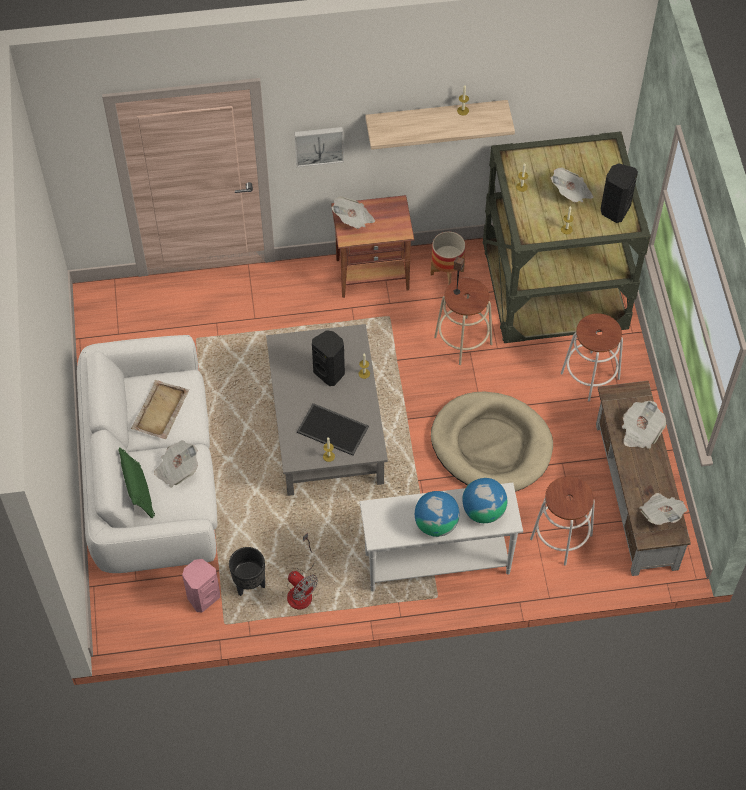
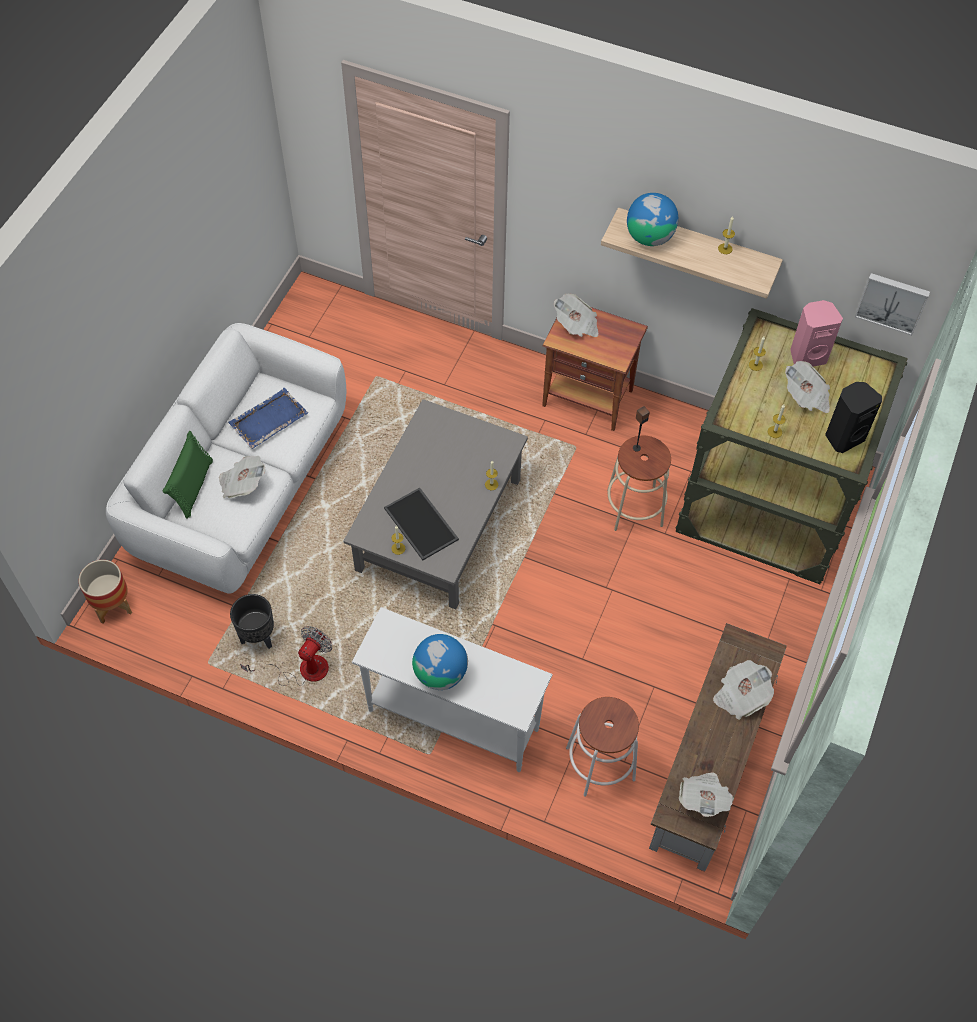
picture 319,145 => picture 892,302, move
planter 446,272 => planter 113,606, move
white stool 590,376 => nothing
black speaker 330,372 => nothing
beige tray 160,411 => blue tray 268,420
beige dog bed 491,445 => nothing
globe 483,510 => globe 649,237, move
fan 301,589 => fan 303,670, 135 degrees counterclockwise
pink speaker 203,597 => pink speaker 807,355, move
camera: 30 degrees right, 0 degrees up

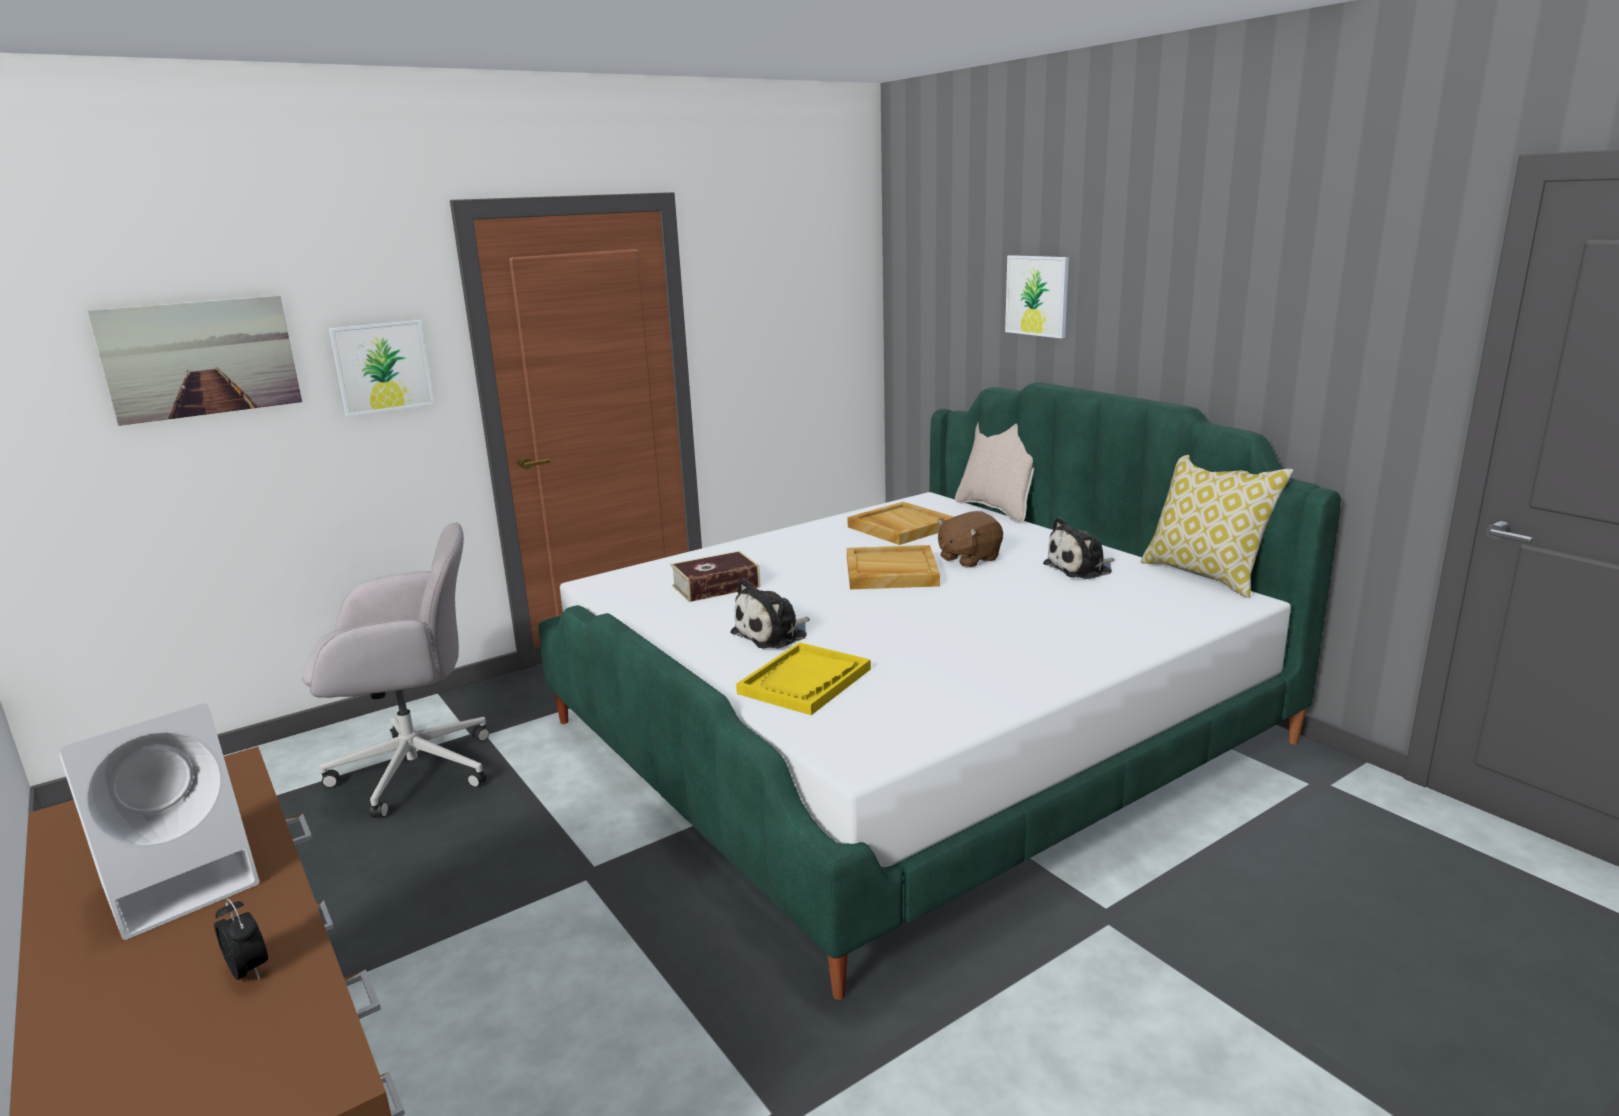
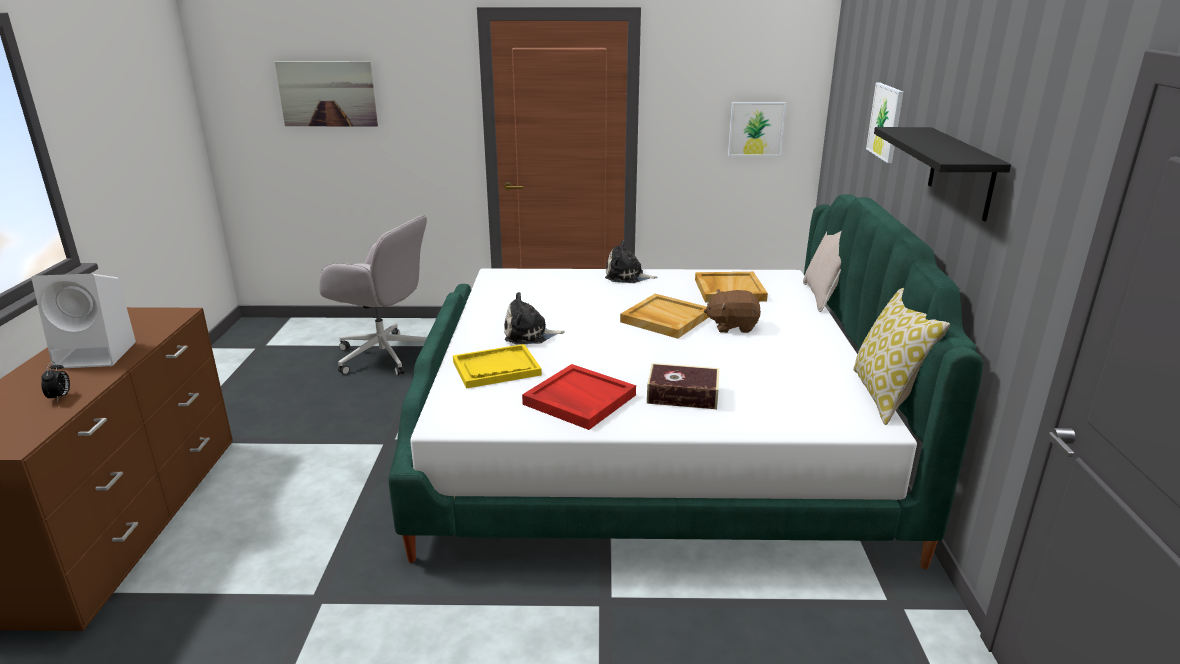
picture 382,367 => picture 756,129, move
plush toy 1081,568 => plush toy 627,277, move
book 716,586 => book 683,395, move
nothing => black shelf 961,173
nothing => red tray 578,400
camera: 35 degrees right, 5 degrees up

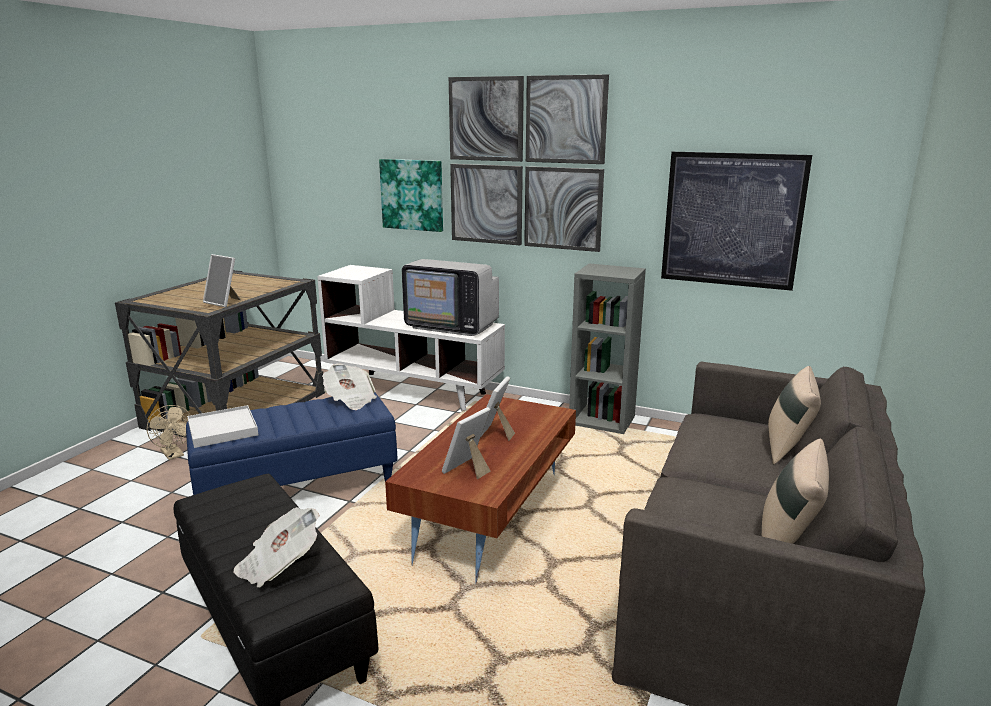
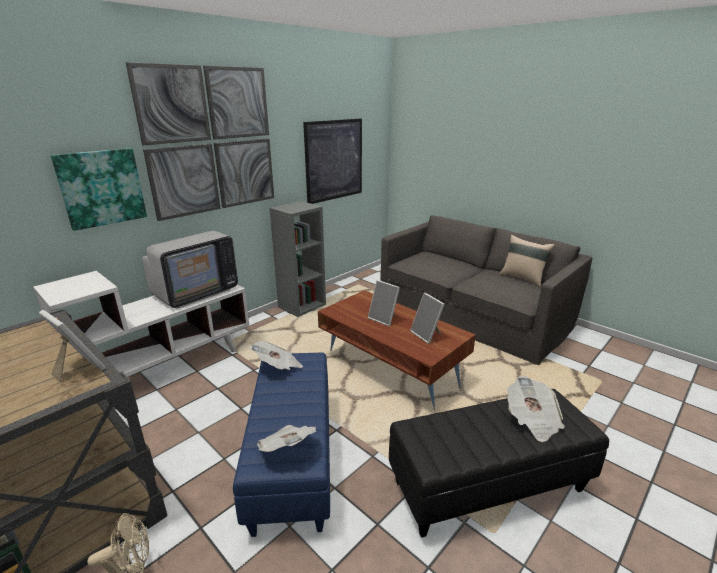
picture frame 224,302 => picture frame 77,368, 105 degrees counterclockwise
beige pillow 787,448 => nothing
white tray 223,429 => newspaper 287,448
camera: 70 degrees left, 5 degrees up

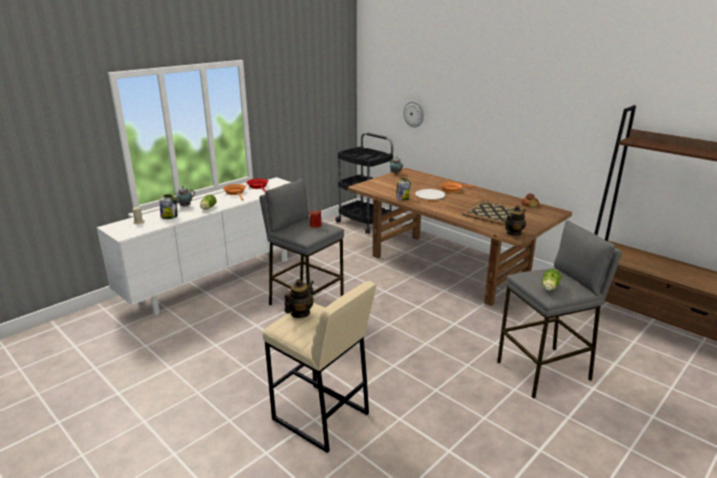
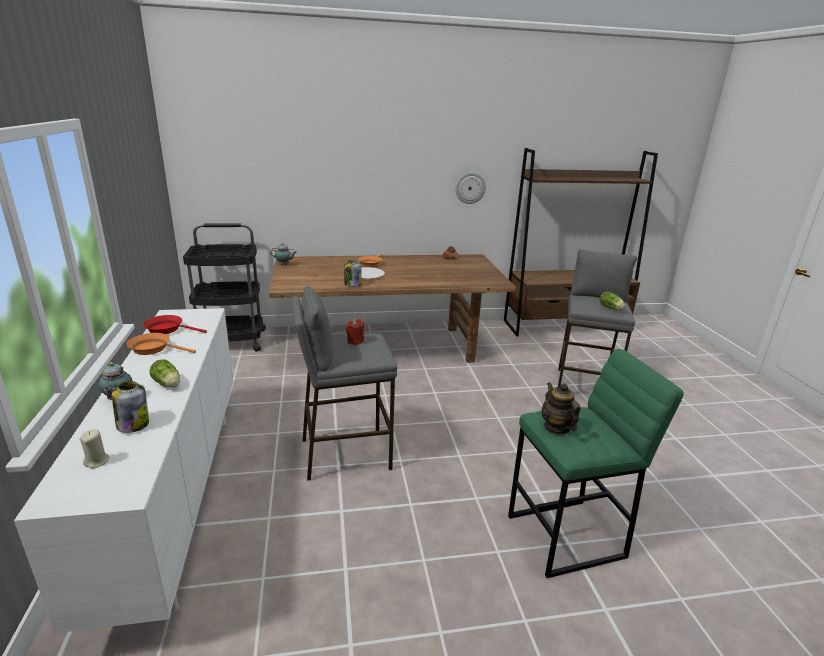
wall clock 414,113 => wall clock 470,188, move
tray 493,213 => nothing
teapot 513,233 => nothing
beige stool 322,417 => green stool 568,535
camera: 55 degrees left, 0 degrees up

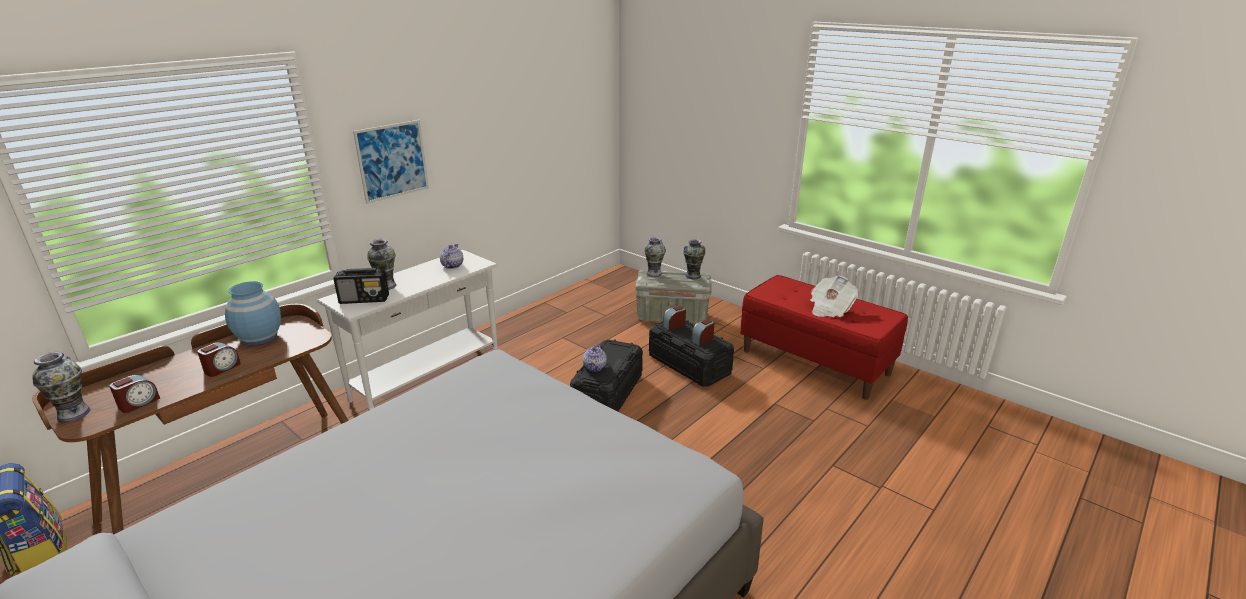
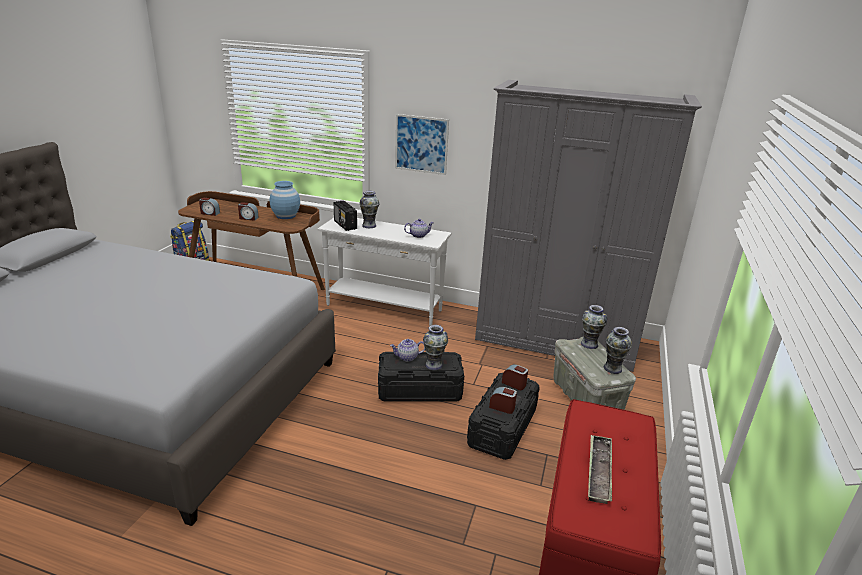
newspaper 830,308 => tray 599,471
vase 73,414 => vase 433,365, move
nothing => grey wardrobe 556,340
camera: 65 degrees right, 0 degrees up

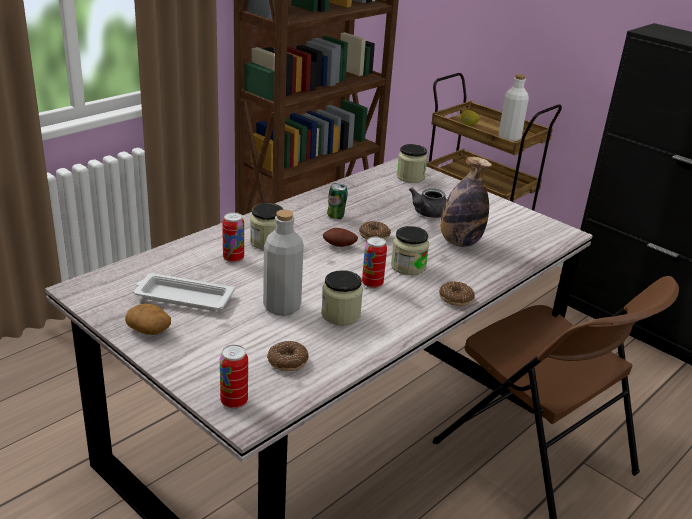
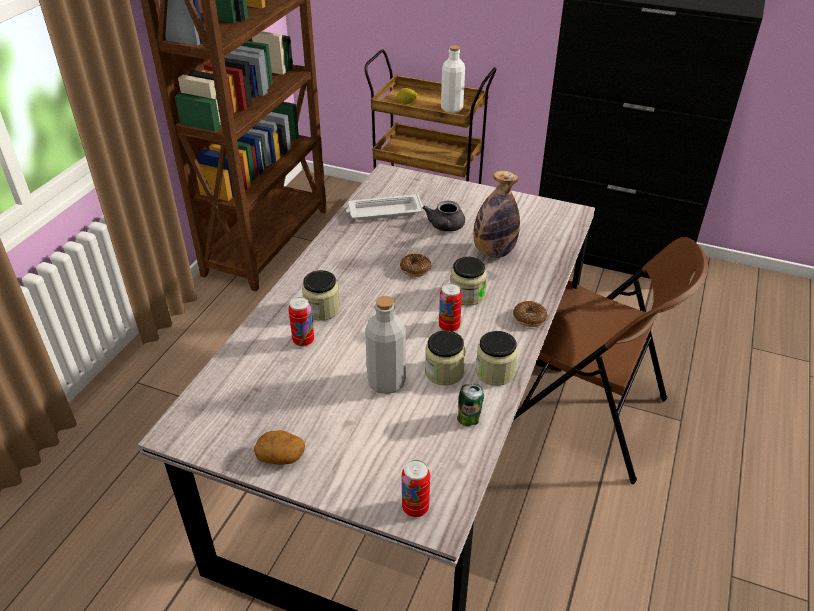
jar 410,177 => jar 495,372, move
can 336,216 => can 469,420, move
potato 339,246 => nothing
white tray 183,297 => white tray 384,212, move
donut 287,361 => nothing
camera: 20 degrees left, 10 degrees up

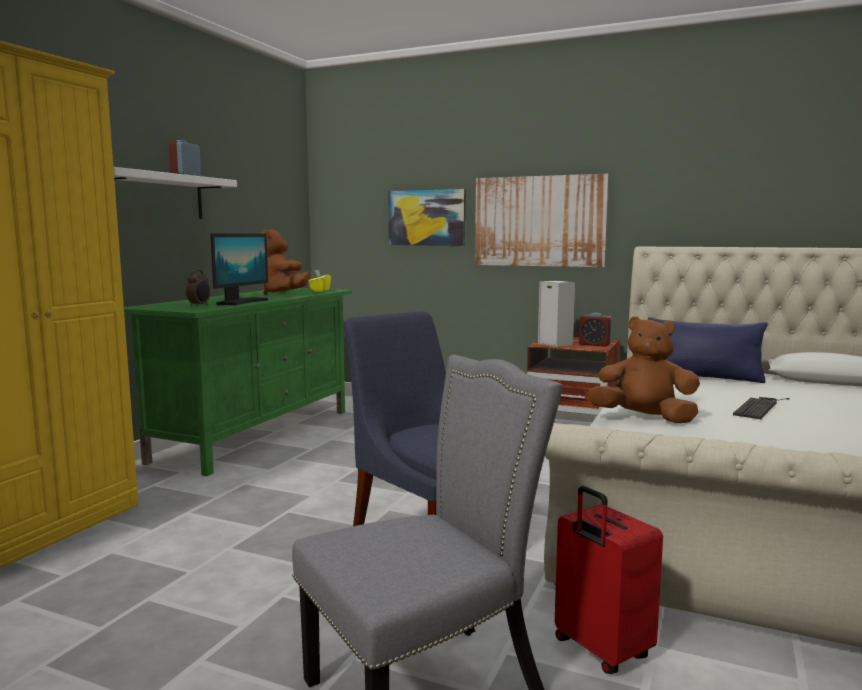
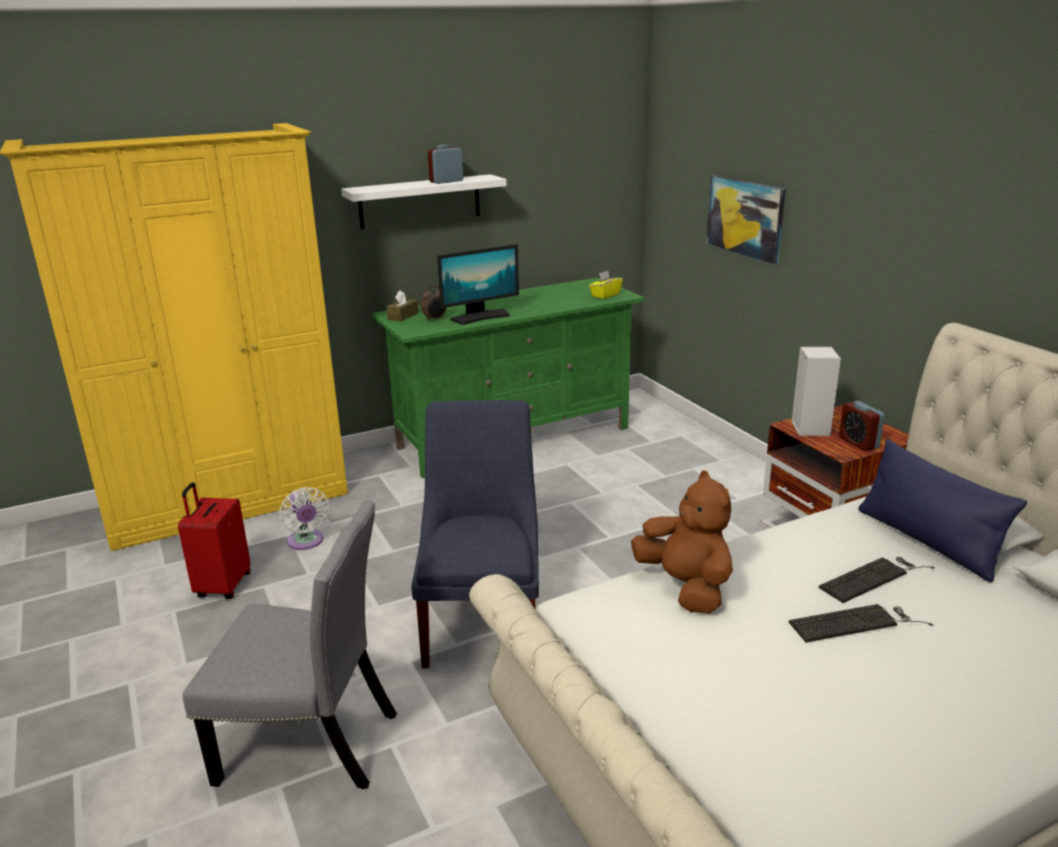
picture 539,221 => nothing
brown plush toy 283,293 => nothing
red suitcase 600,650 => red suitcase 222,586, move
nothing => brown tissue box 403,316
nothing => white fan 306,542
nothing => keyboard 873,578
camera: 40 degrees right, 15 degrees up

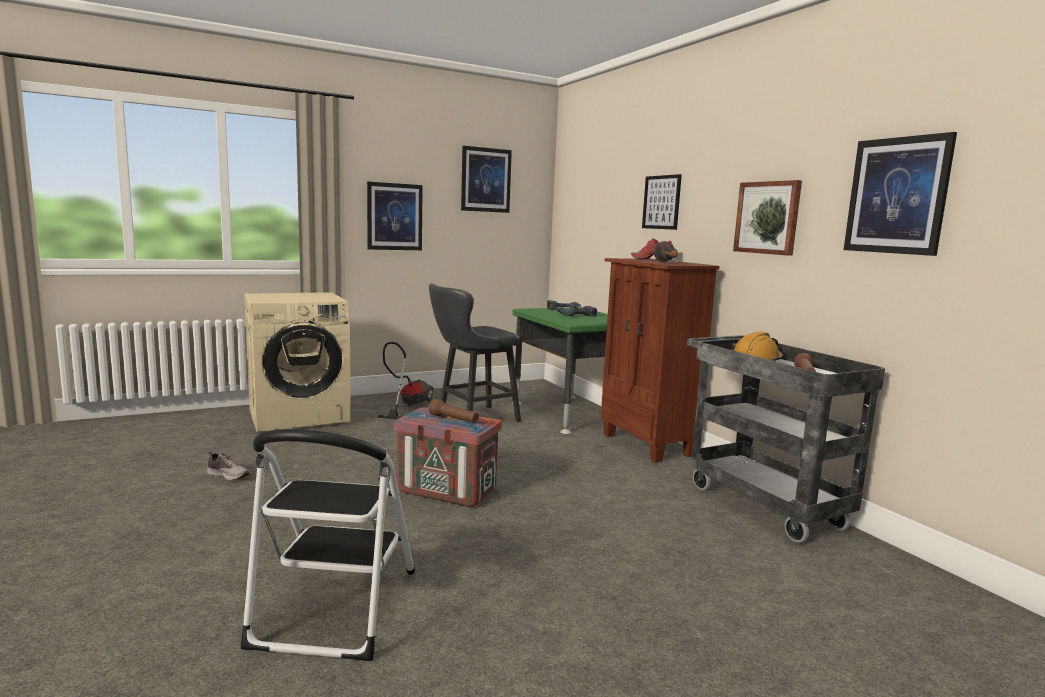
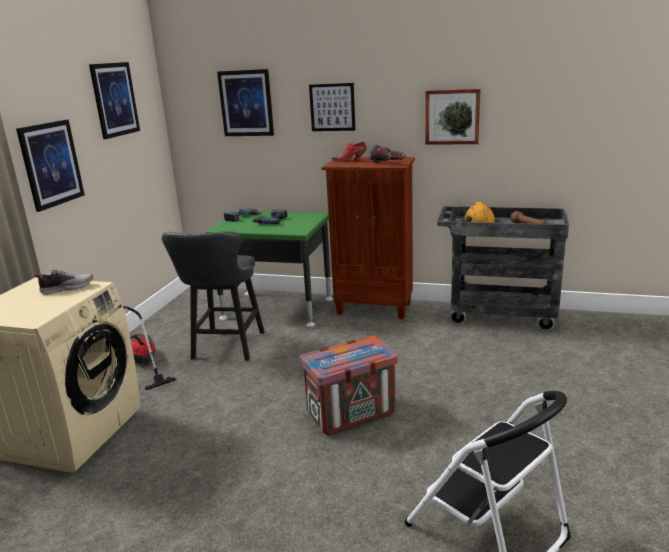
picture 897,196 => picture 246,103, move
brown flashlight 454,420 => nothing
shoe 228,475 => shoe 67,288, move
camera: 45 degrees left, 10 degrees up

